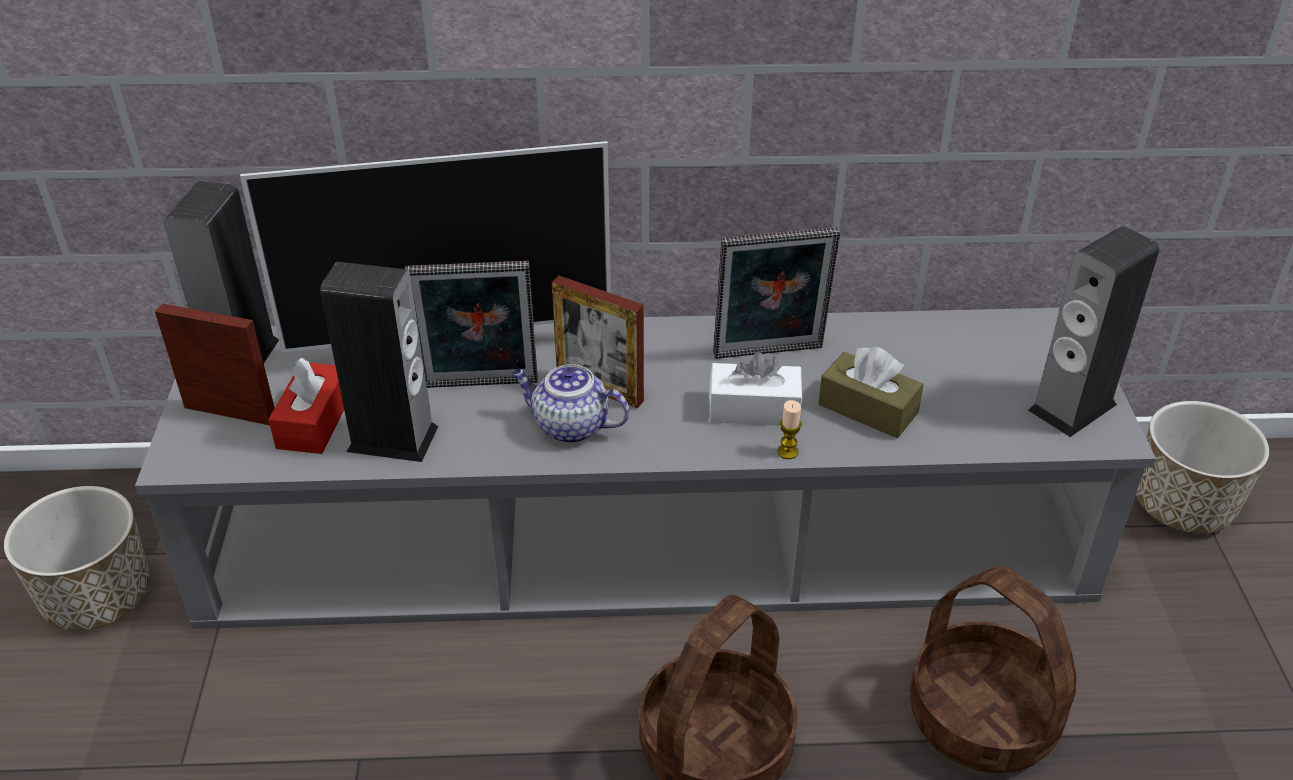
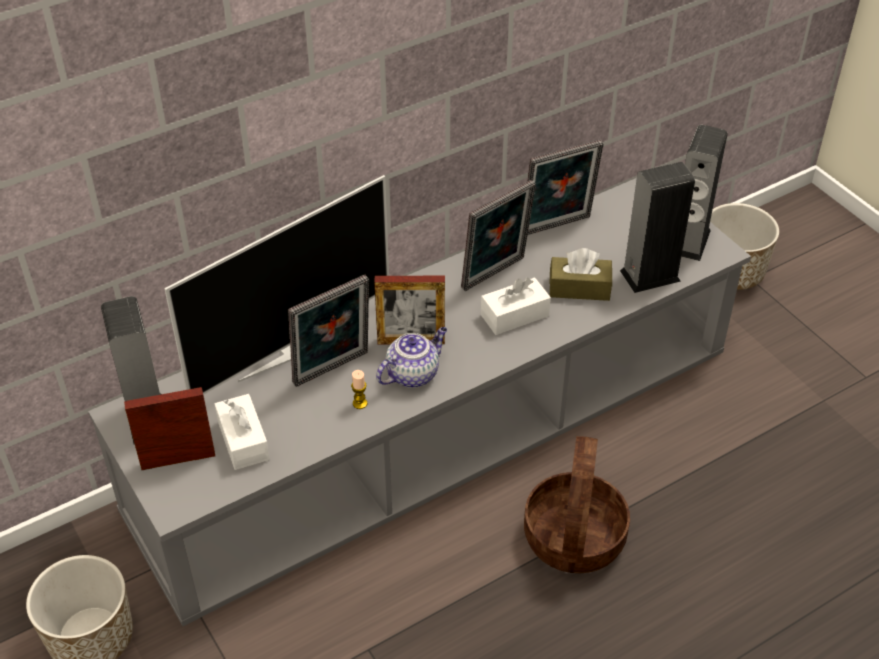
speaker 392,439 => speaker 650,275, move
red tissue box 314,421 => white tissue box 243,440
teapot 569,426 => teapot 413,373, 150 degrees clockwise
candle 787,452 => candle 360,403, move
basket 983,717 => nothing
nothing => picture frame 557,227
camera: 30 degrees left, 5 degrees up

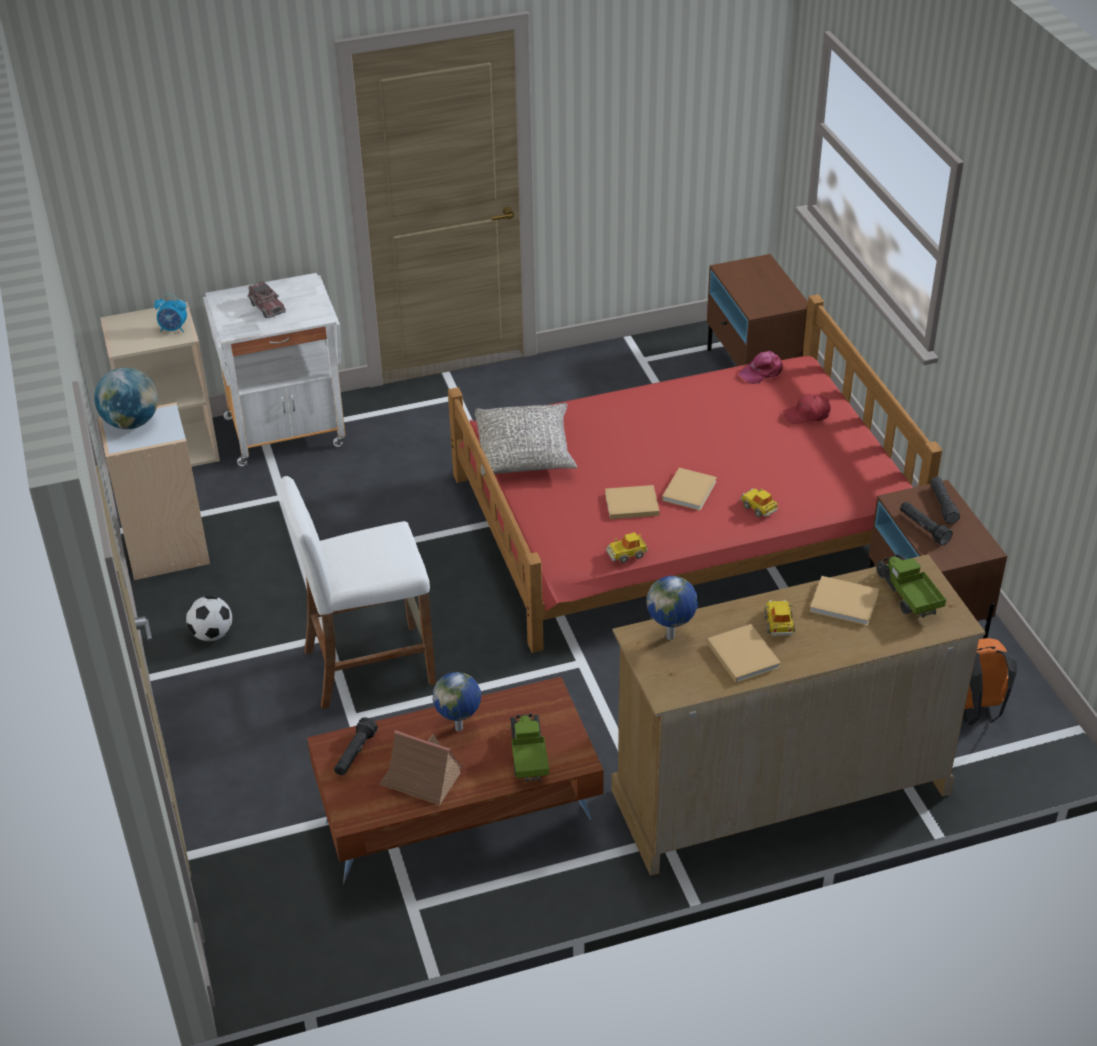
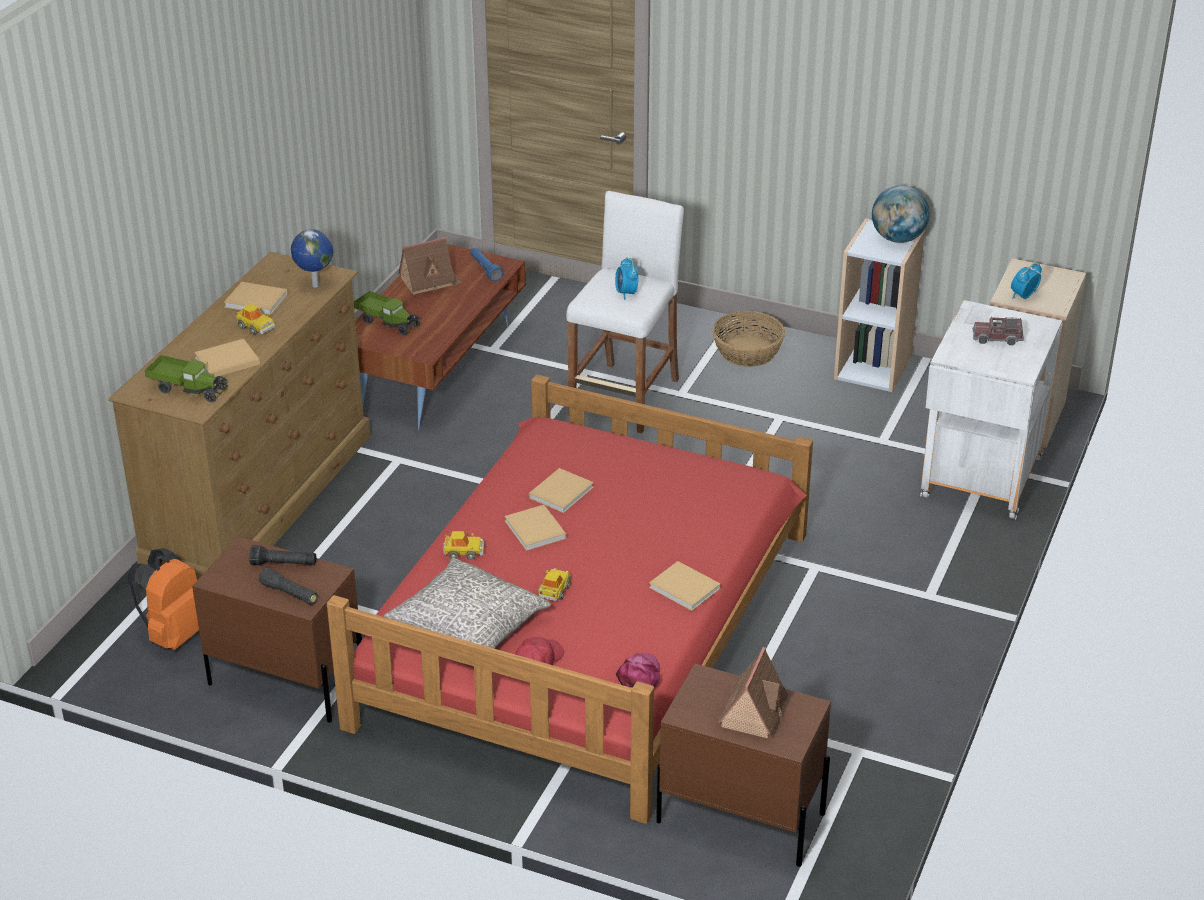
grey pillow 525,452 => grey pillow 468,625, move
toy car 627,554 => toy car 554,590, move
football 212,634 => basket 748,352
globe 460,728 => nothing
black flashlight 355,754 => blue flashlight 485,269
nothing => alarm clock 626,293
nothing => beige book 686,589
nothing => toy house 753,711
camera: 130 degrees right, 5 degrees down

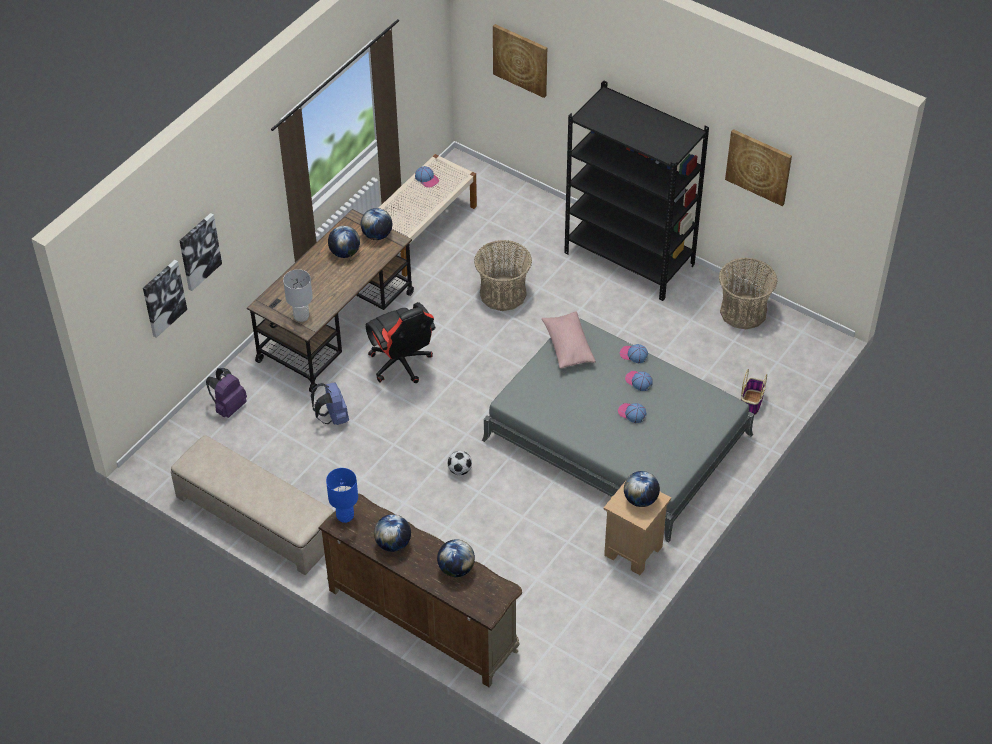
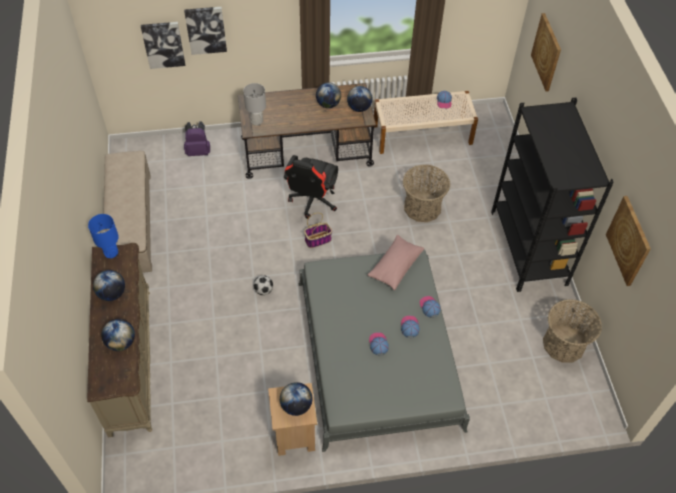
basket 751,402 => basket 318,239, move
blue backpack 333,417 => nothing
camera: 45 degrees right, 5 degrees up

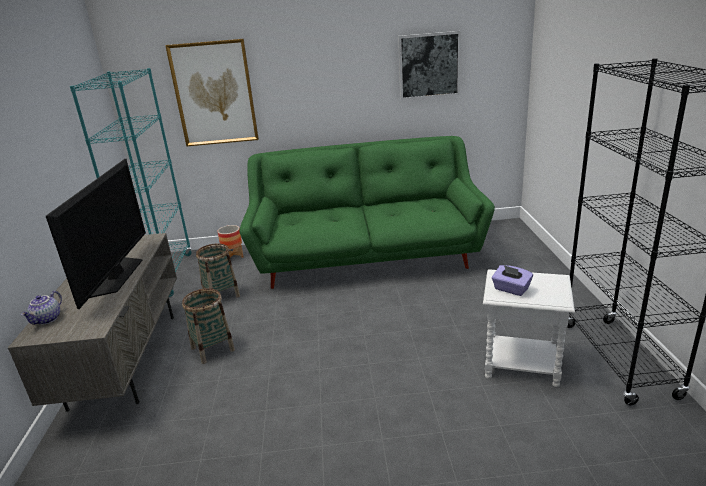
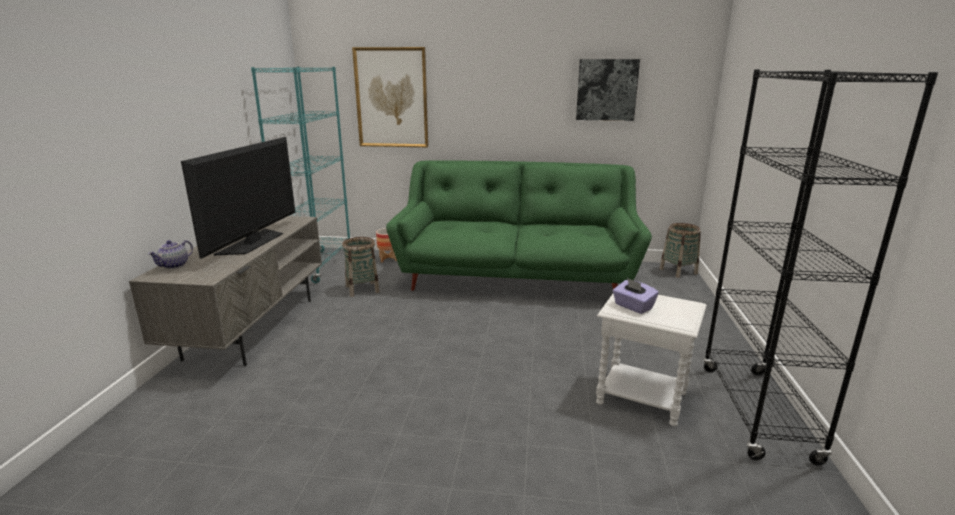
basket 213,349 => basket 678,271, move
camera: 10 degrees right, 5 degrees down

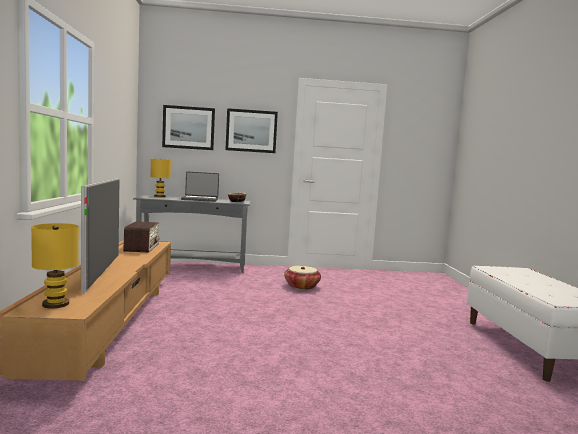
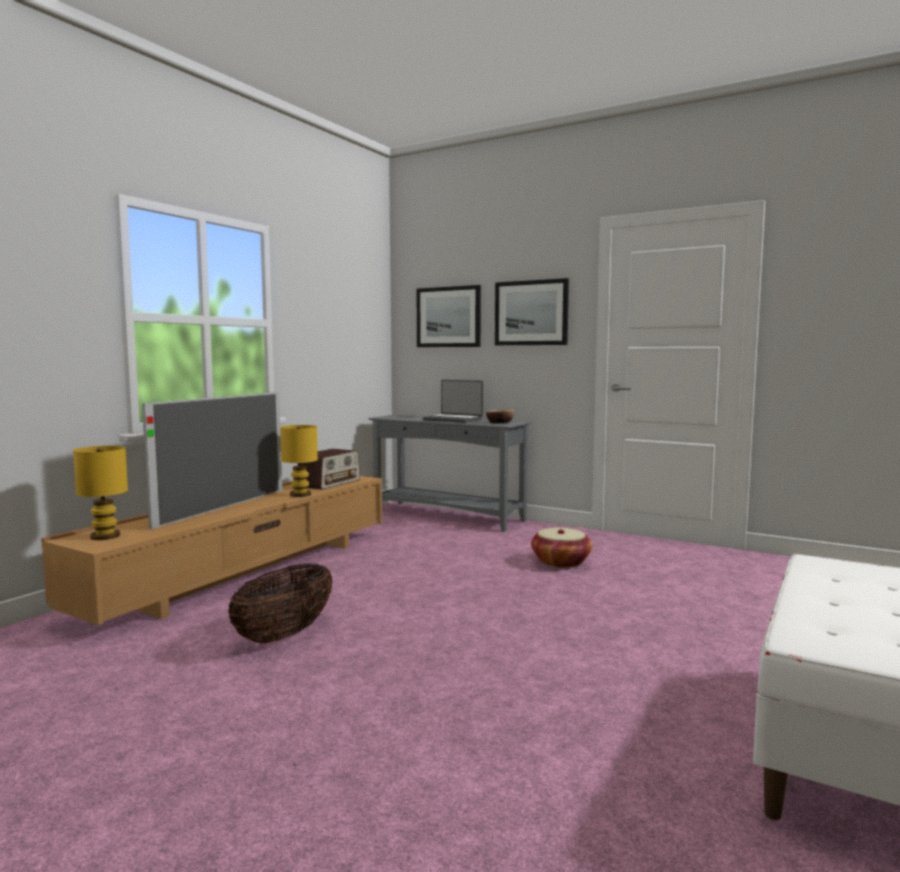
yellow table lamp 160,196 => yellow table lamp 300,495, move
nothing => basket 285,635
camera: 35 degrees right, 0 degrees up

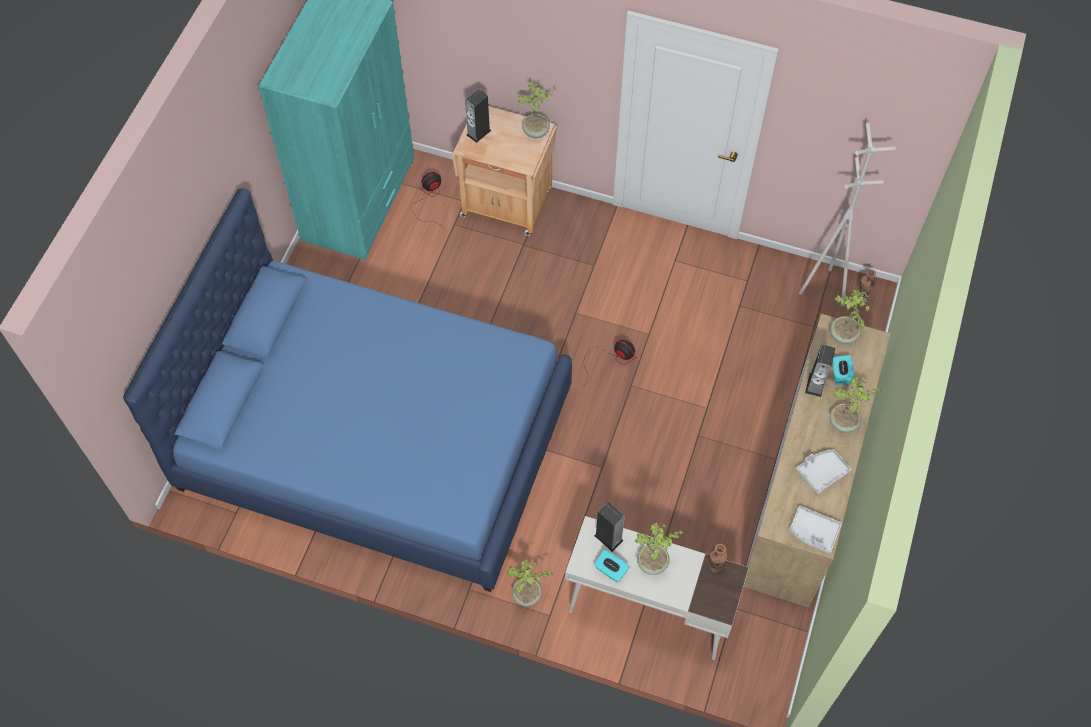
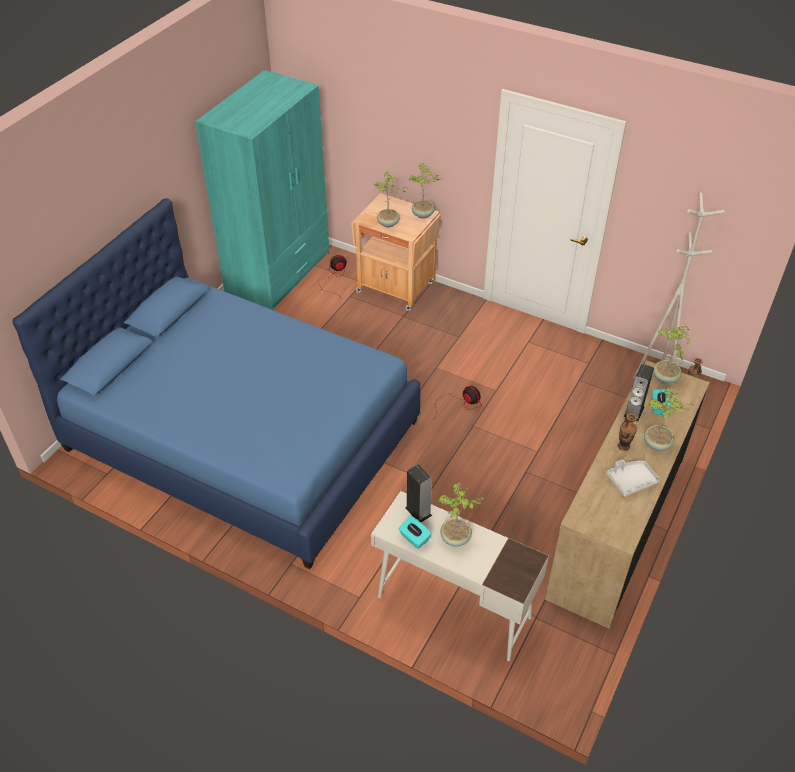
speaker 478,132 => nothing
grey tray 813,532 => nothing
vase 715,566 => vase 623,446, move
potted plant 527,596 => potted plant 388,224, move
camera: 10 degrees right, 15 degrees down

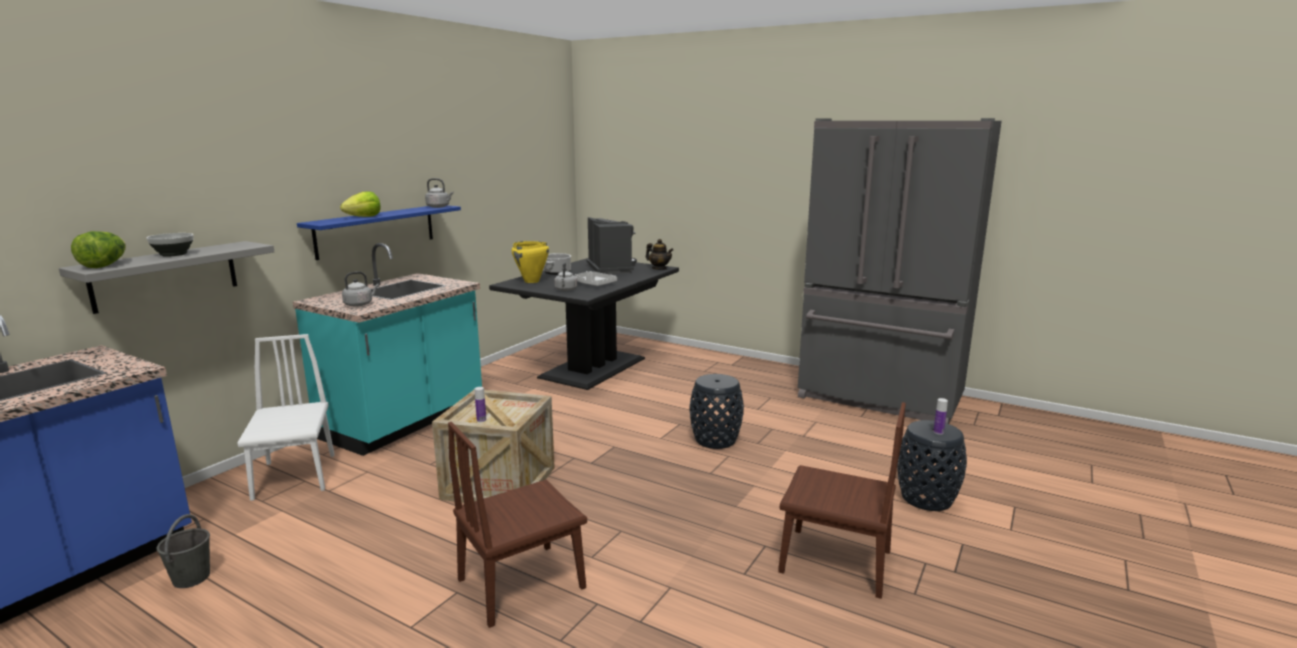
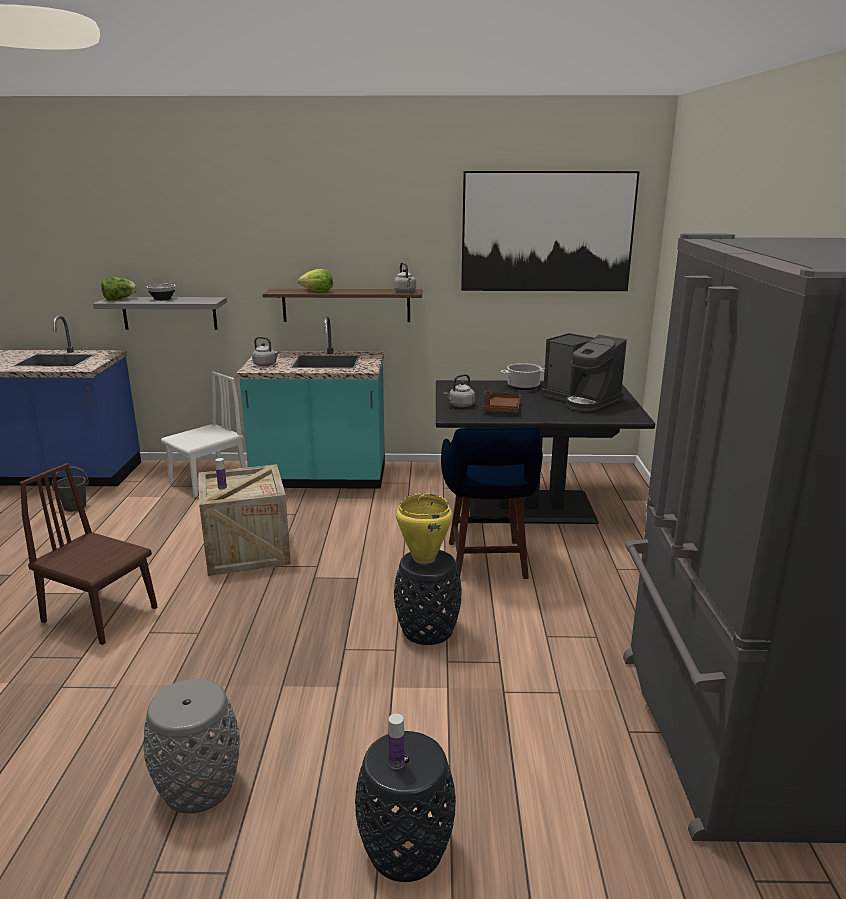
blue shelf 376,231 => brown shelf 346,305
coffee machine 611,269 => coffee machine 581,399, 90 degrees clockwise
teapot 659,269 => nothing
yellow cooking pot 531,281 => yellow cooking pot 423,558, move
grey tray 594,284 => brown tray 501,409
brown chair 835,561 => grey stool 198,787
nothing => picture 547,232
nothing => blue stool 486,562
camera: 60 degrees right, 5 degrees up

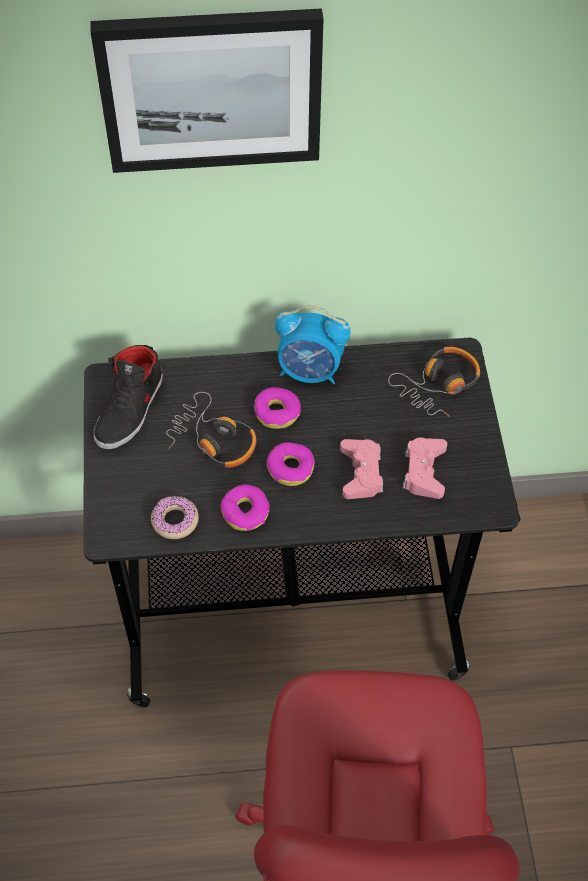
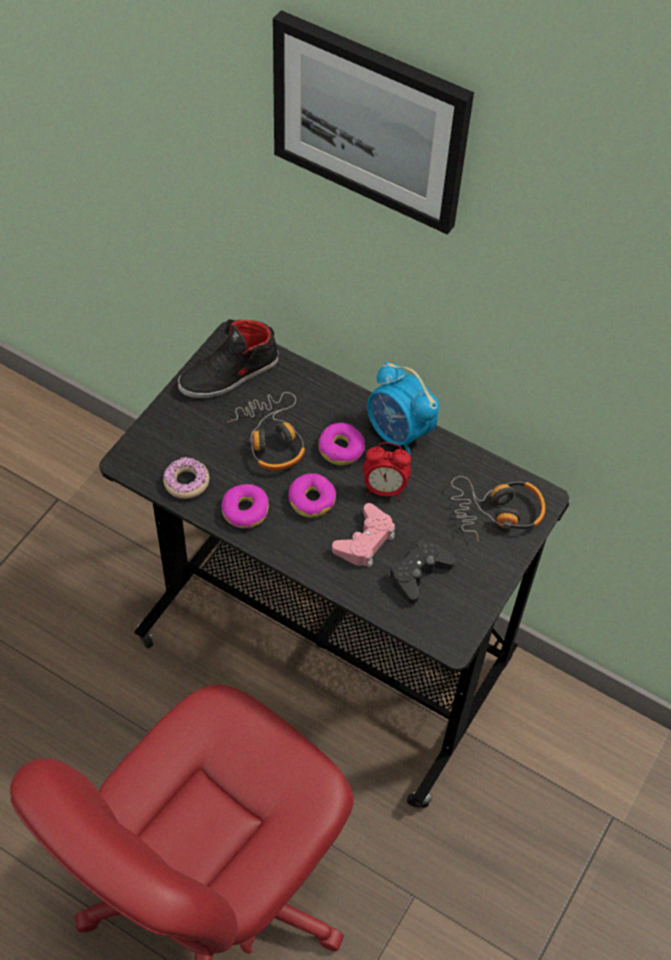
pink game controller 424,471 => black game controller 419,574
nothing => alarm clock 384,489
camera: 35 degrees right, 0 degrees up

